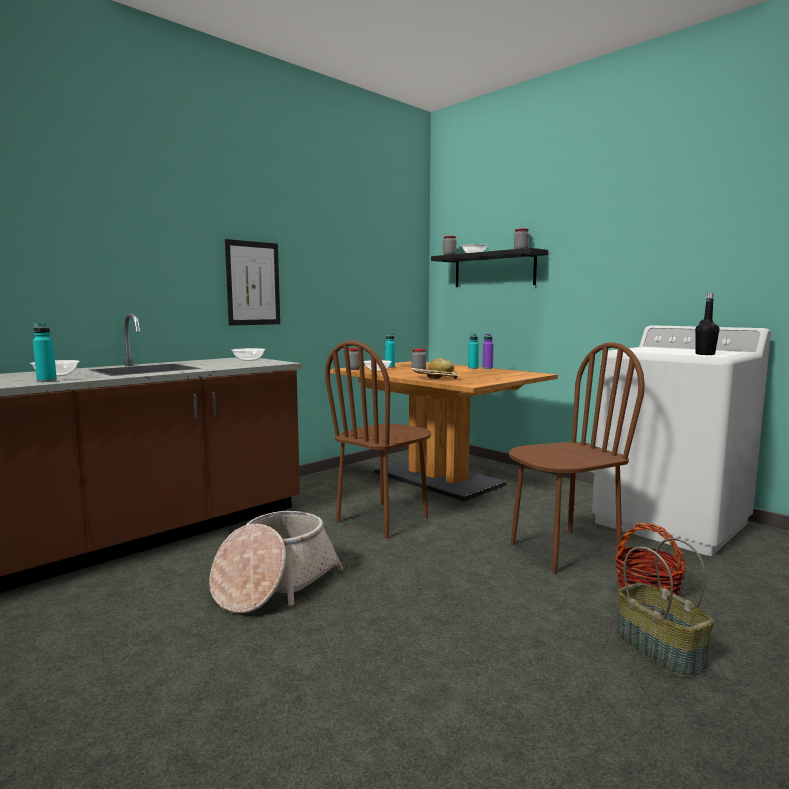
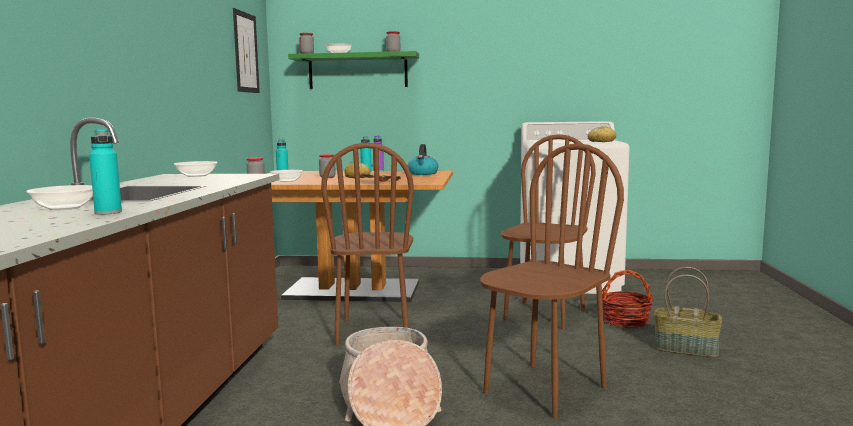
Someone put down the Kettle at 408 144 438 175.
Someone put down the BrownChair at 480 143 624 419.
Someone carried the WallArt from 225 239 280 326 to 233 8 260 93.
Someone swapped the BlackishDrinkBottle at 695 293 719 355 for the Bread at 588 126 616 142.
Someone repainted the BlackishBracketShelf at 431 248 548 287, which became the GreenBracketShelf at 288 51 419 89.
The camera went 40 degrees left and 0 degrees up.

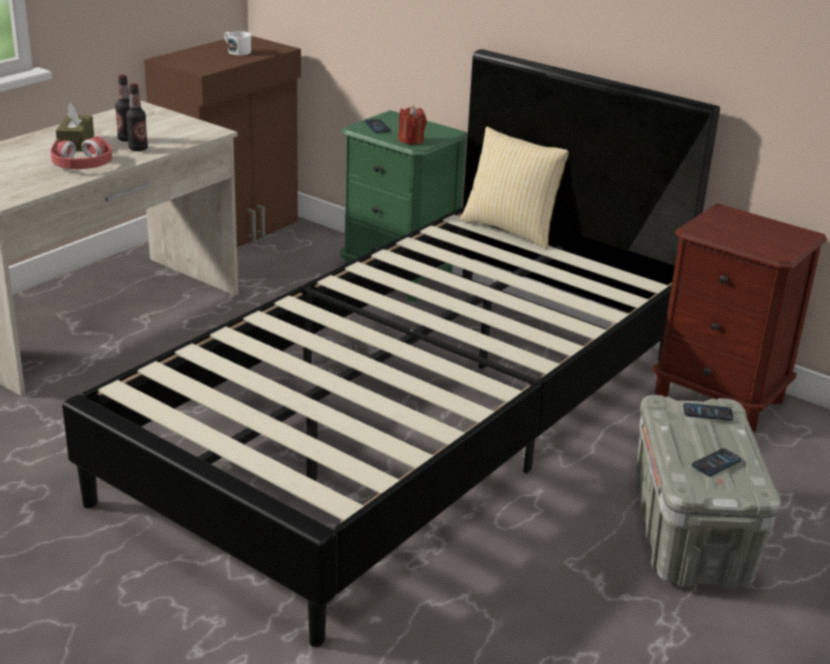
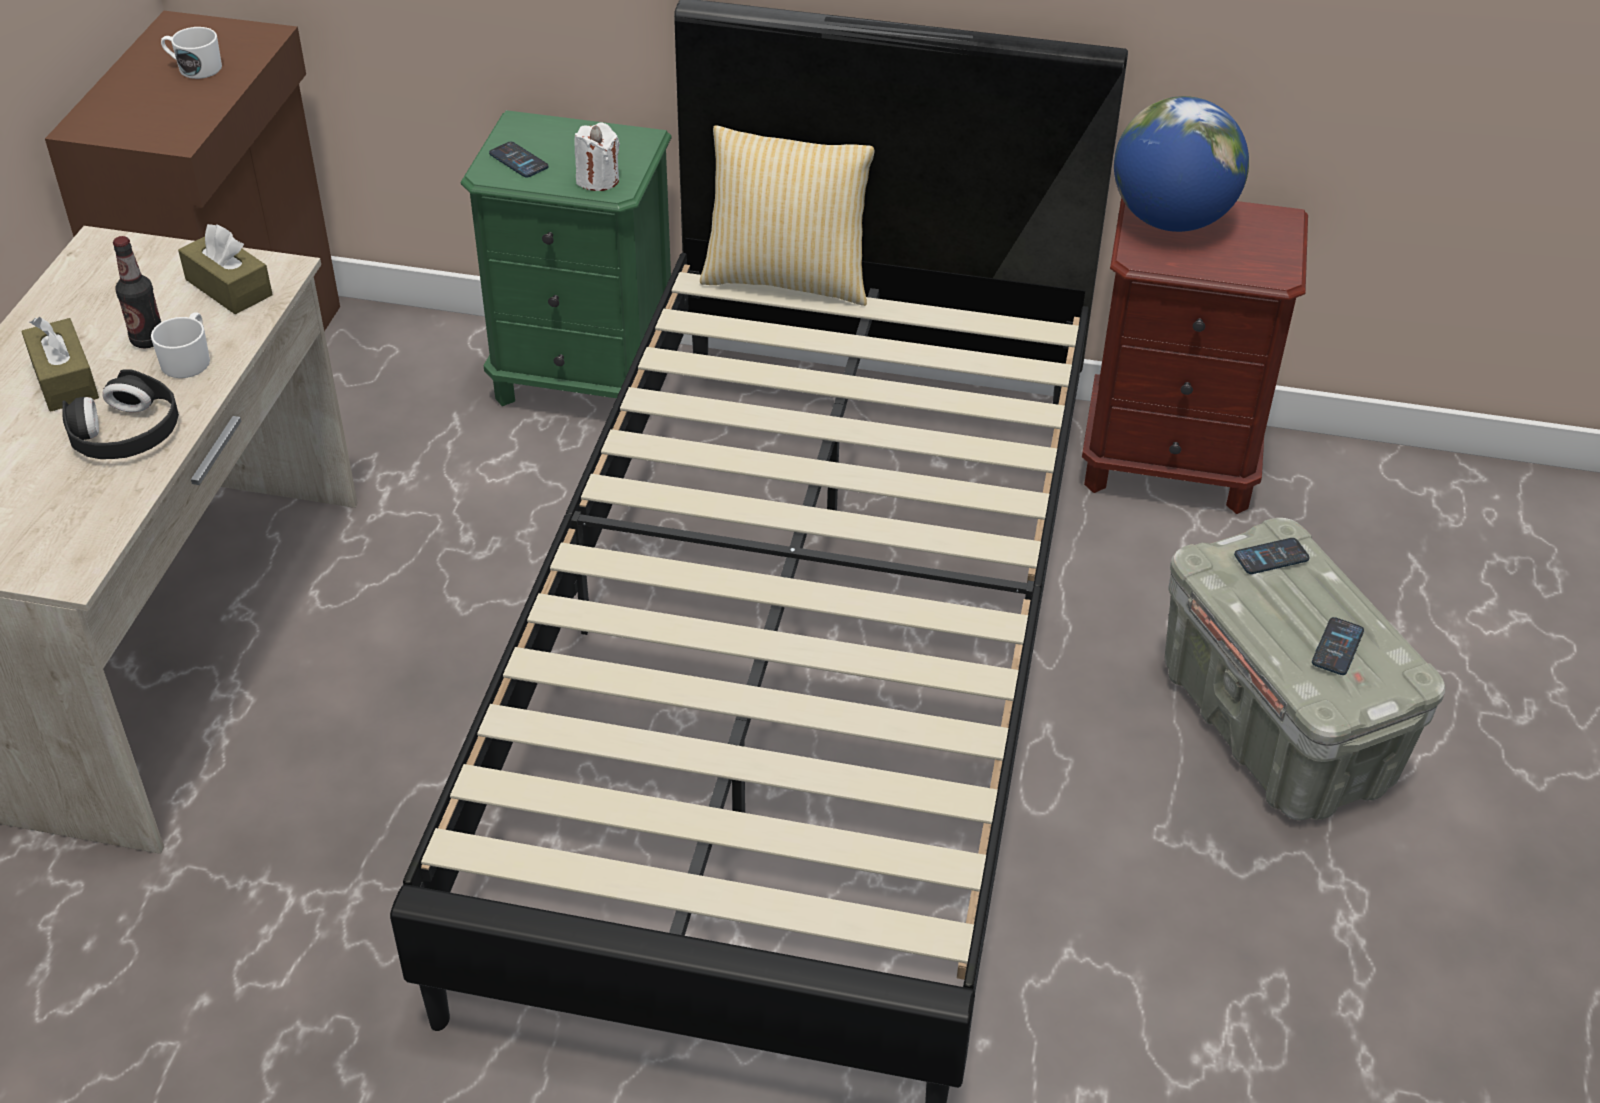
Someone put down the BrownTissueBox at 178 224 273 314.
Someone put down the WorldGlobe at 1114 96 1249 232.
Someone swapped the DrinkBottle at 126 83 148 151 for the WhiteColouredMug at 151 312 210 378.
Someone repainted the RedHeadphones at 51 136 112 169, which became the BlackishHeadphones at 62 370 179 459.
Someone repainted the RedWaxLight at 398 106 427 145, which became the WhiteColouredWaxLight at 575 122 620 191.
The camera went 25 degrees left and 15 degrees up.

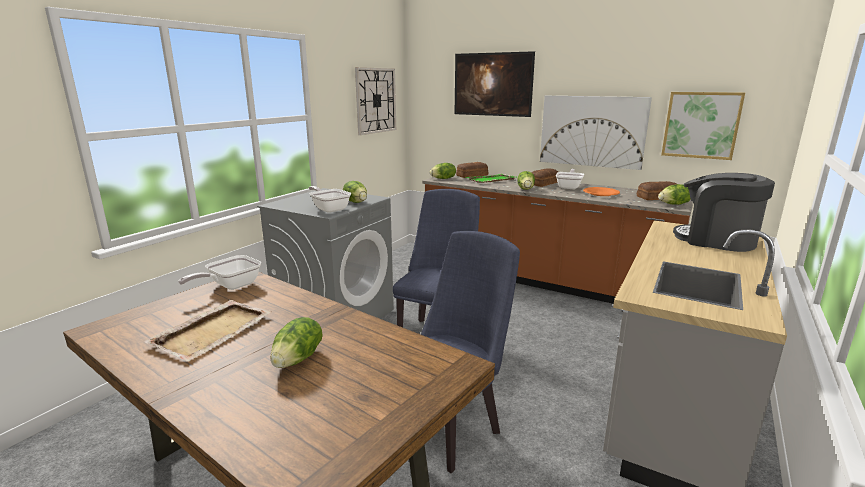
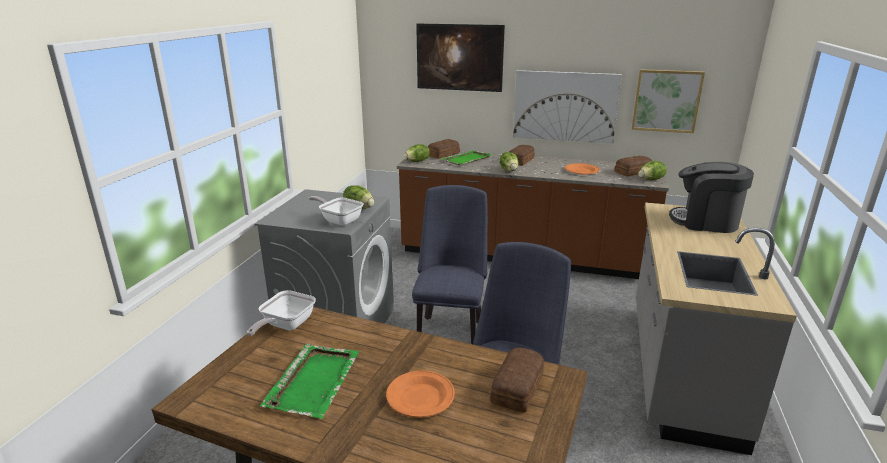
Someone took away the HangingClock at 355 67 396 135.
Someone took away the FryingPan at 556 169 584 189.
Someone put down the Bread at 490 348 544 412.
Someone swapped the HeadOfLettuce at 271 317 323 368 for the OrangeColouredFlatDish at 386 371 455 418.
Someone repainted the SandColouredServingTray at 144 300 271 361, which became the GreenServingTray at 260 344 359 419.
The camera went 15 degrees left and 5 degrees up.

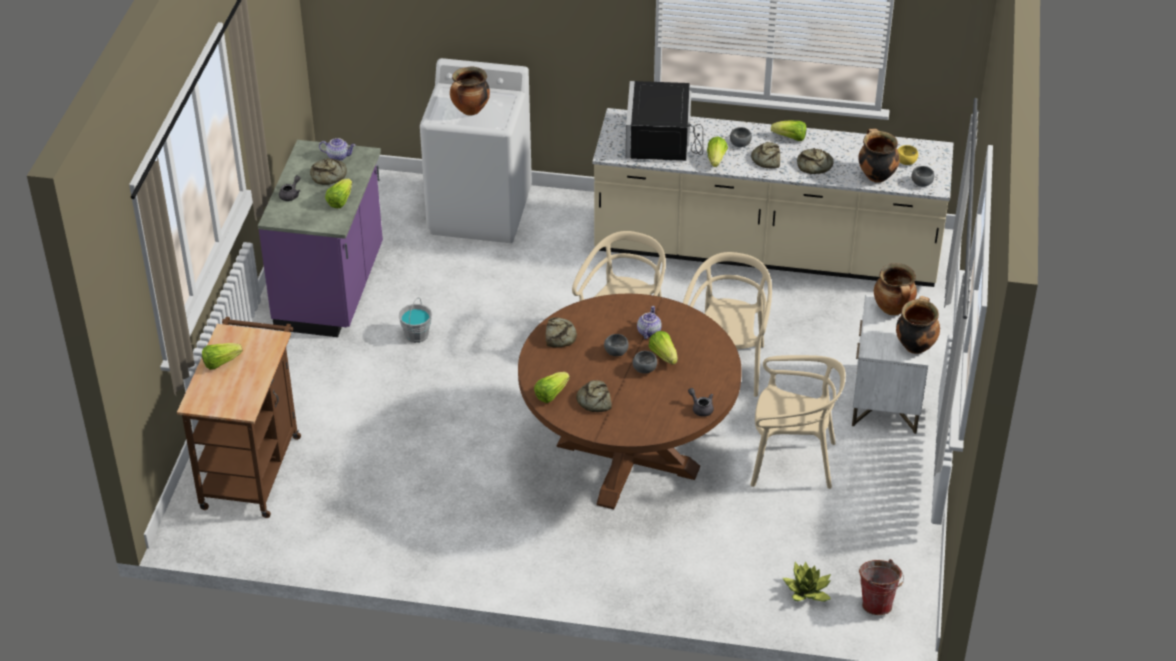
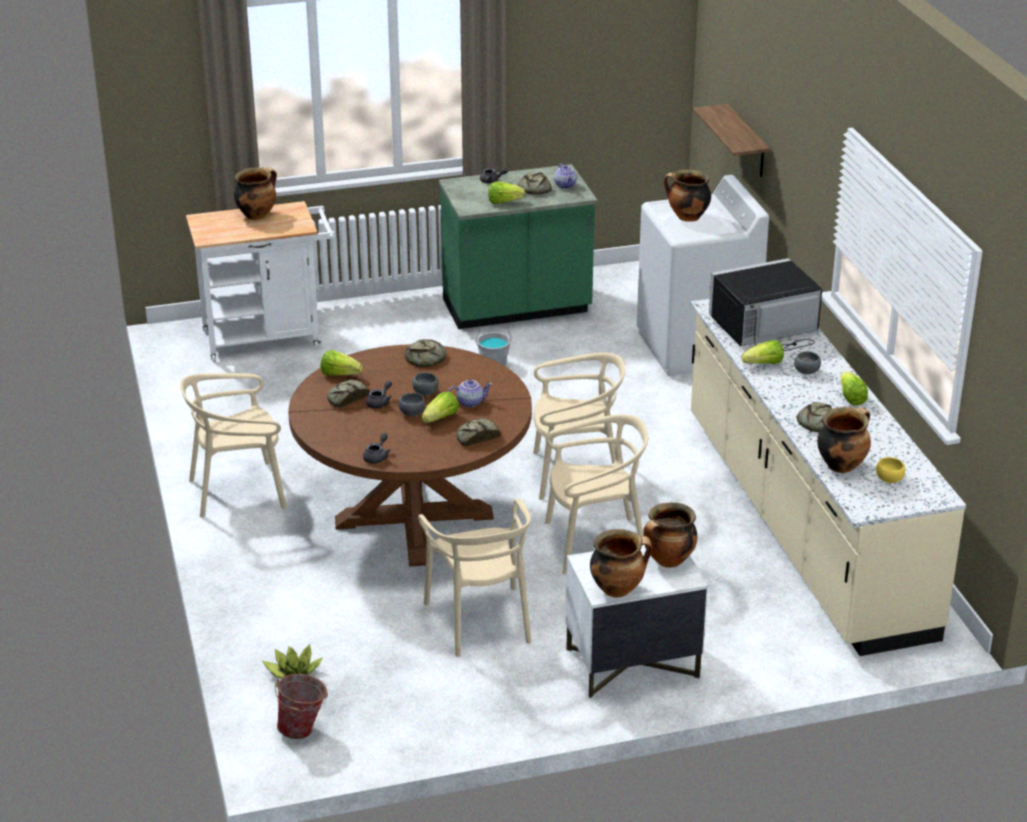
Someone took away the GreyishDeepDish at 911 166 934 187.
Someone put down the SandColouredChair at 180 373 287 518.
Someone put down the GreyishTeapot at 366 380 392 409.
Someone put up the BracketShelf at 693 104 770 177.
Someone carried the Bread from 751 142 780 169 to 456 418 501 446.
Someone swapped the HeadOfLettuce at 202 343 243 370 for the Stockpot at 234 167 277 220.
Someone repainted the BrownCart at 177 317 301 518, which became the WhiteColouredCart at 186 201 336 362.
Someone repainted the PurpleCounter at 258 140 383 337, which became the GreenCounter at 439 164 598 329.
The camera went 65 degrees right and 10 degrees down.

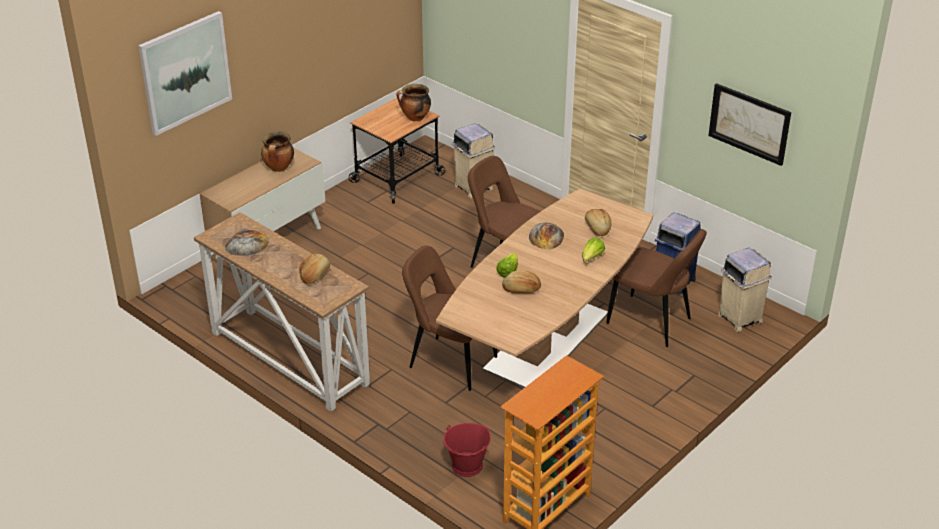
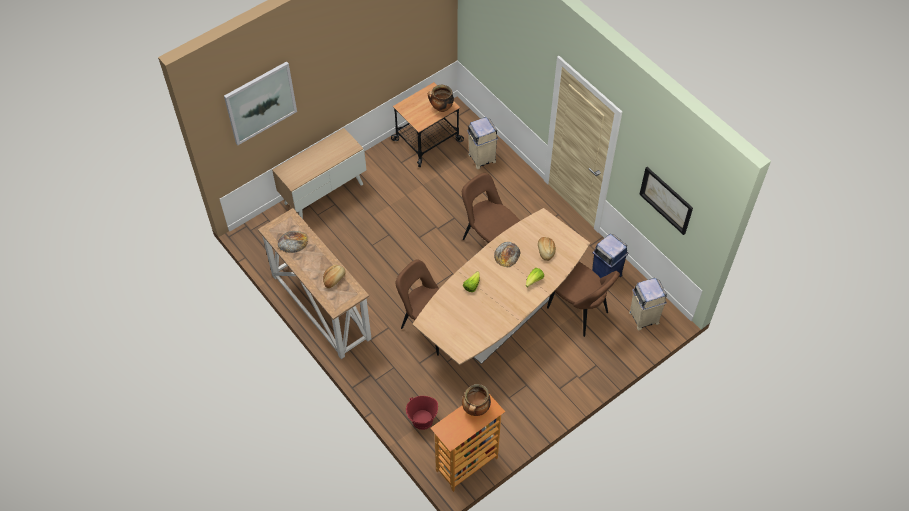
Someone took away the Bread at 502 270 541 293.
Someone carried the Stockpot from 261 131 294 172 to 462 384 491 416.
The camera went 10 degrees right and 20 degrees up.

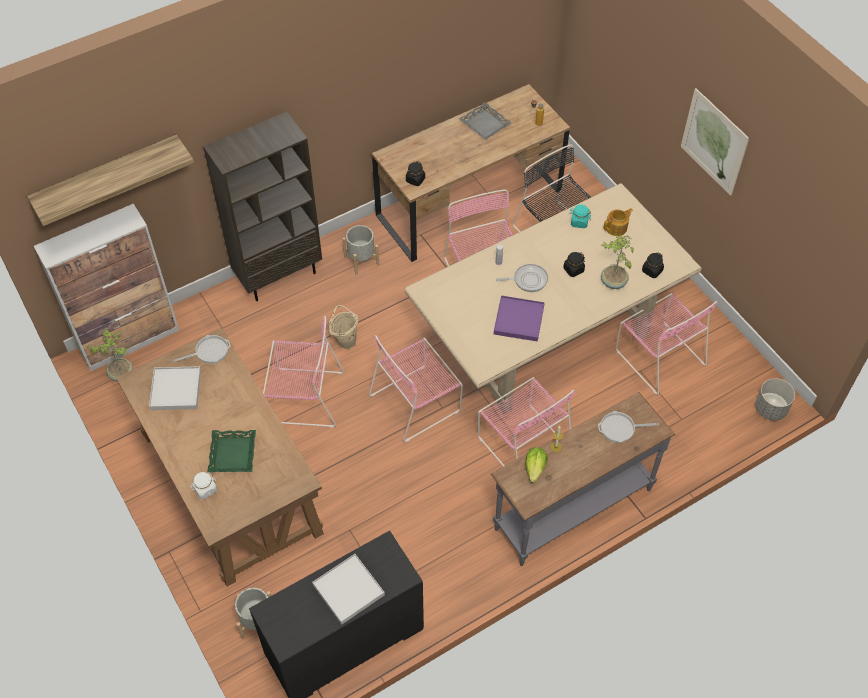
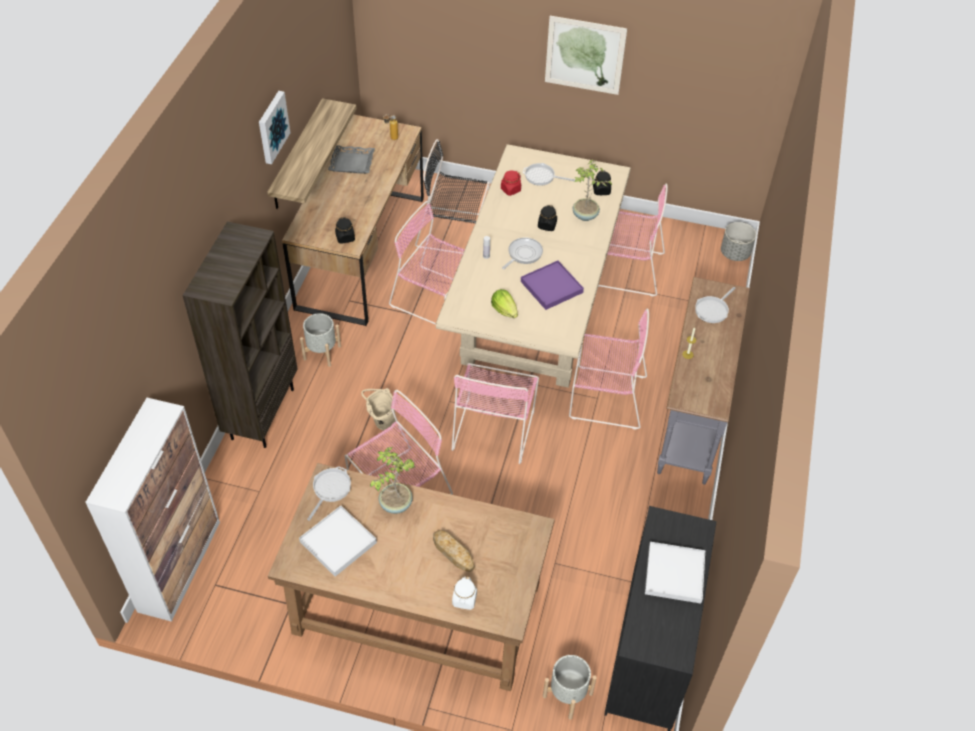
Someone put up the WallArt at 259 91 290 164.
Someone carried the BracketShelf from 27 135 194 226 to 267 98 357 209.
Someone carried the Houseplant from 87 329 133 382 to 370 447 415 514.
Someone carried the HeadOfLettuce from 525 447 548 483 to 491 289 518 318.
Someone swapped the GreenServingTray at 208 430 256 472 for the Bread at 433 530 474 572.
Someone swapped the Teapot at 603 208 633 236 for the FryingPan at 523 163 575 186.
Someone repainted the TurquoiseColouredJar at 570 204 591 228, which became the RedJar at 501 171 521 196.
The camera went 45 degrees left and 5 degrees down.

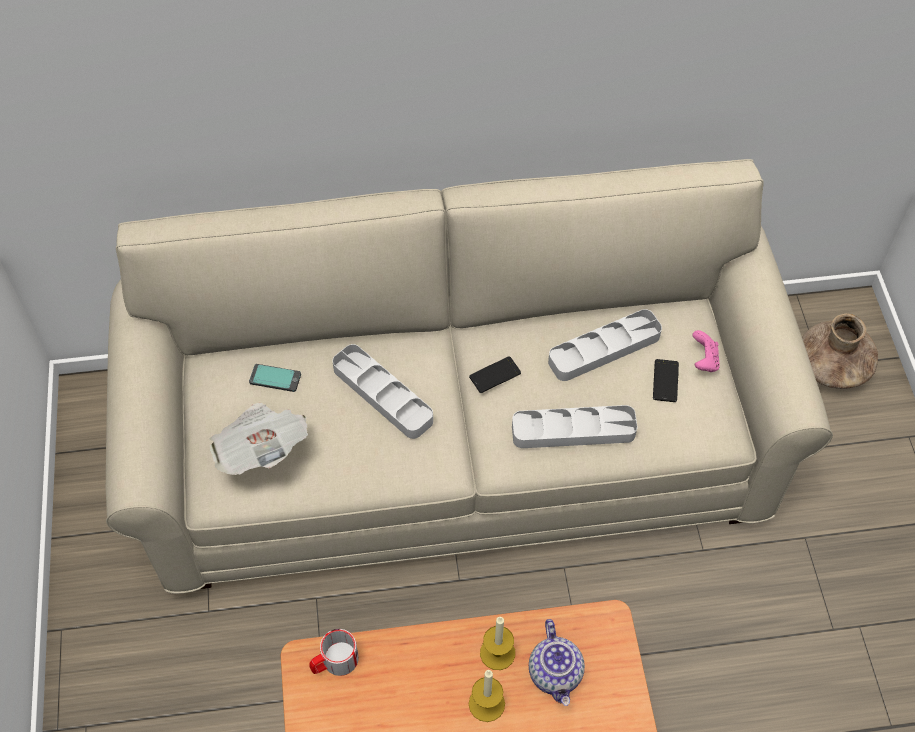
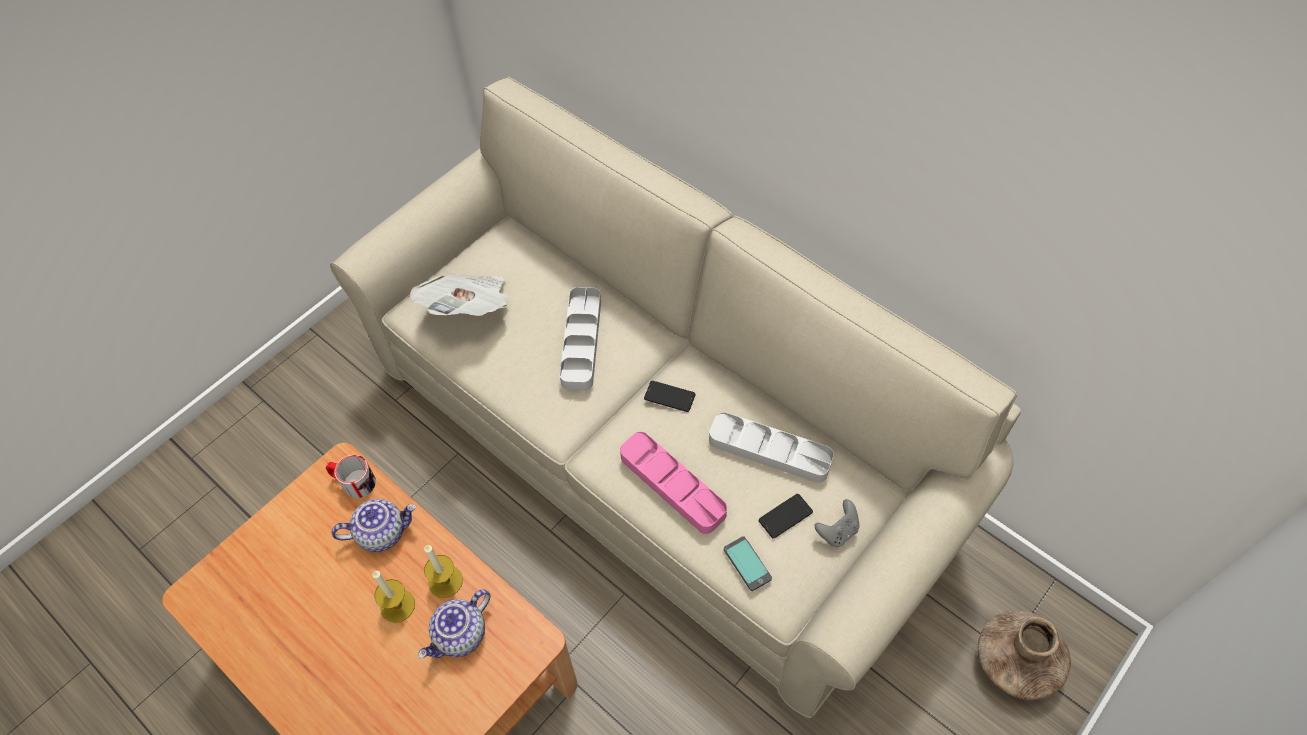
Someone put down the Teapot at 331 499 416 552.
Someone carried the Handset from 249 364 301 392 to 724 536 772 591.
Someone repainted the GreyishServingTray at 512 405 638 448, which became the PinkColouredServingTray at 620 432 727 534.
Someone repainted the PinkColouredJoypad at 692 330 720 372, which became the GreyishJoypad at 815 499 860 547.
The camera went 50 degrees right and 0 degrees up.

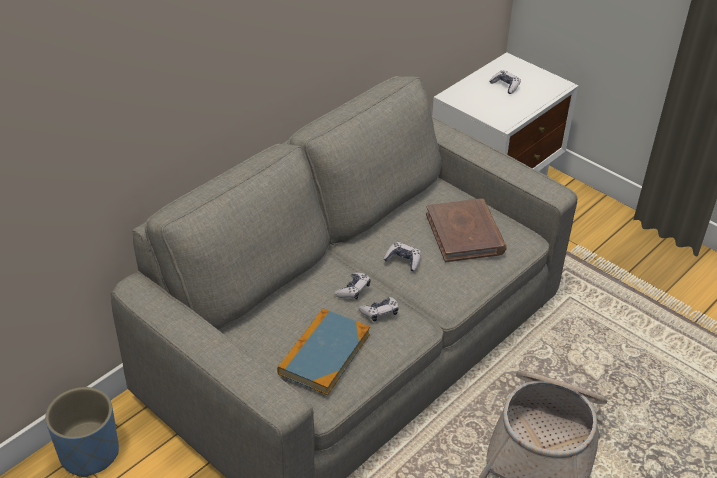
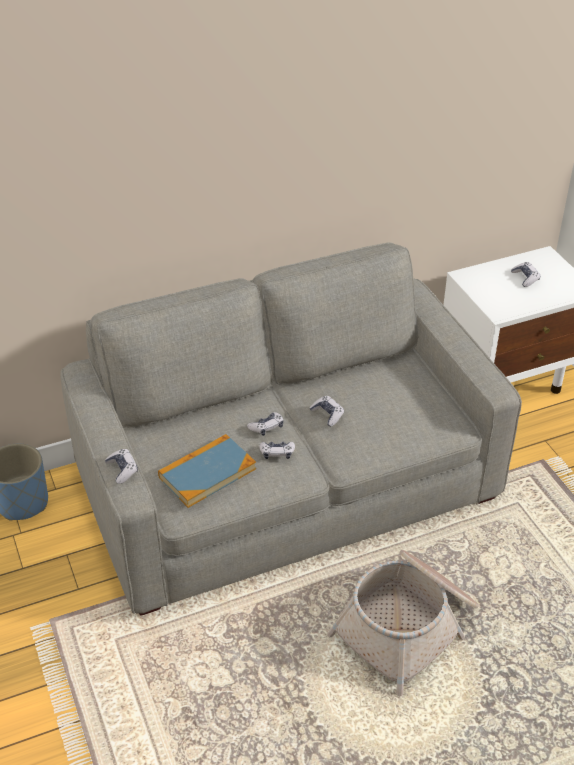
Someone took away the BrownBook at 426 198 507 262.
Someone put down the Joypad at 105 449 138 484.
The camera went 25 degrees right and 0 degrees up.

